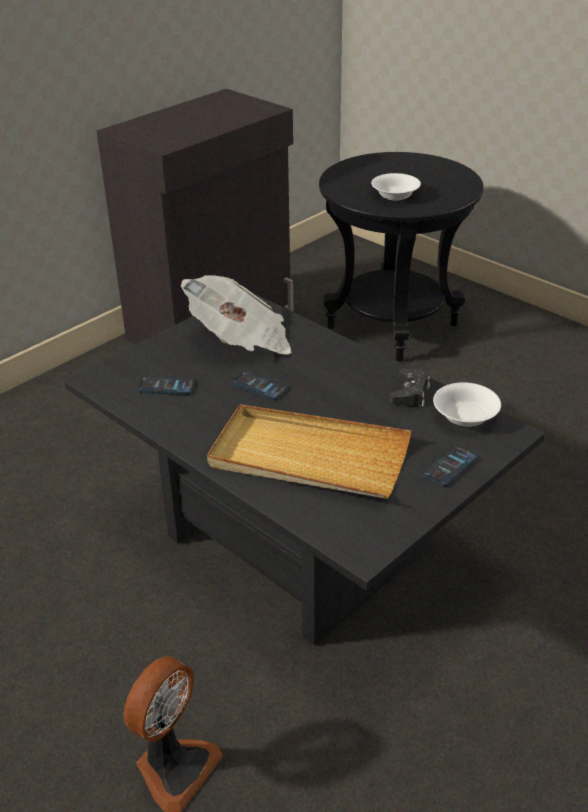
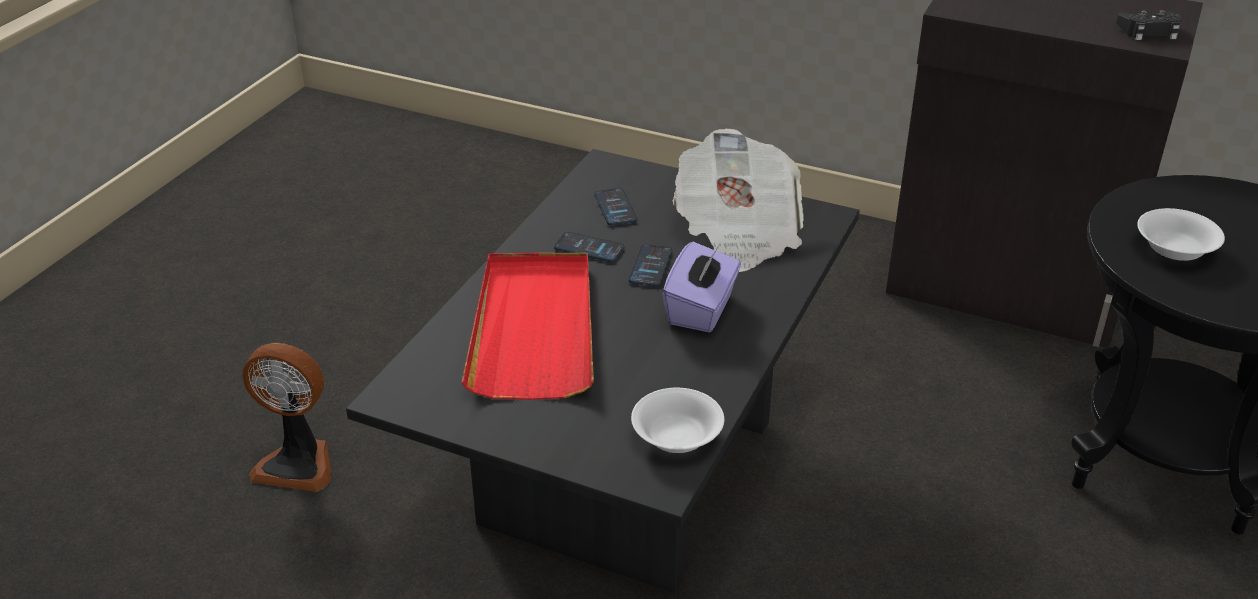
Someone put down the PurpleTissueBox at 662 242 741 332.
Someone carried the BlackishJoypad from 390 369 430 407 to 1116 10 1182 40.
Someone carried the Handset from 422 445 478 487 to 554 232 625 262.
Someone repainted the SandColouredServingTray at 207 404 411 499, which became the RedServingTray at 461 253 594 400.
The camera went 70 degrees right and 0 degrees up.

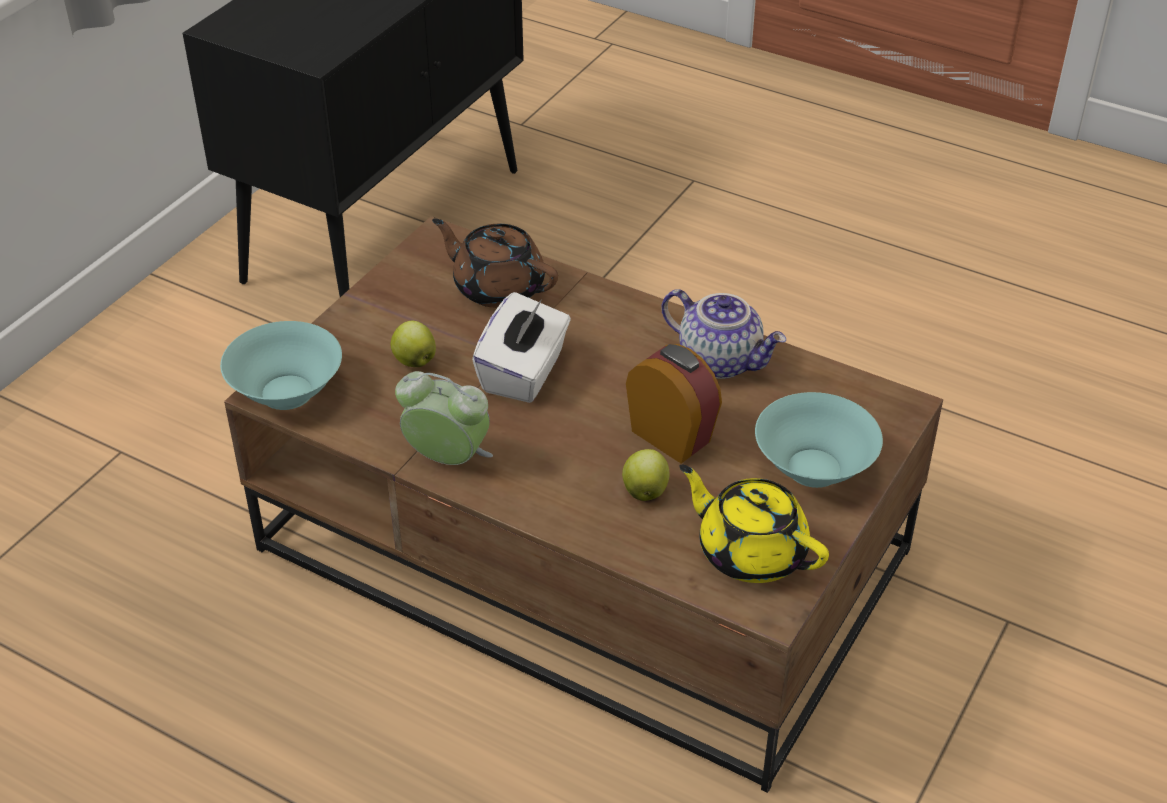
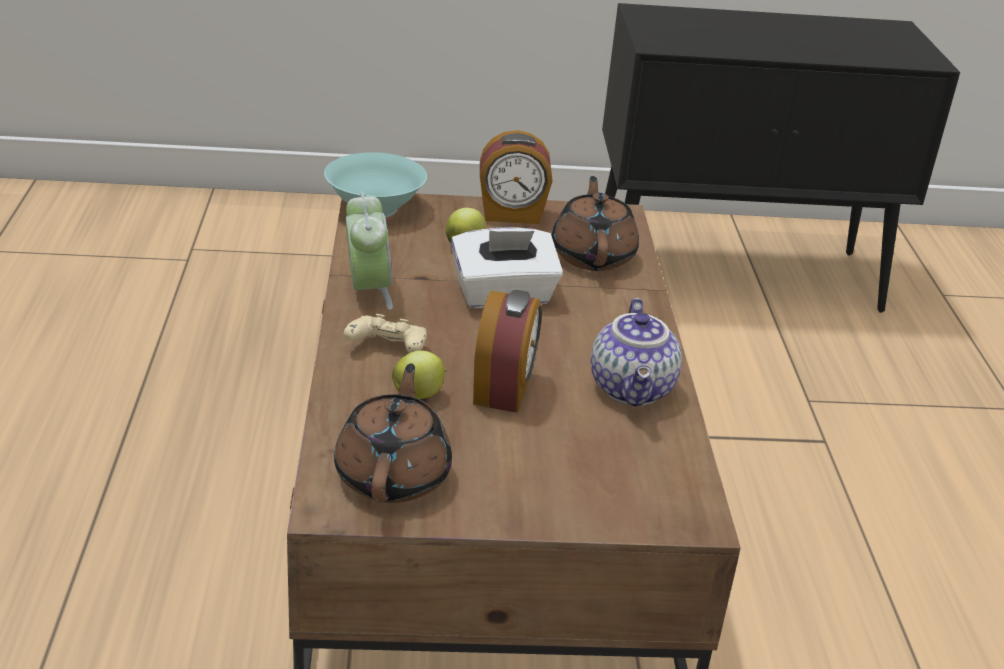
Someone took away the TurquoiseColouredDeepDish at 755 392 883 488.
Someone put down the SandColouredJoypad at 344 314 427 353.
Someone put down the TableClock at 480 130 552 224.
Someone repainted the YellowColouredTeapot at 679 465 829 583, which became the BrownTeapot at 334 363 452 503.
The camera went 55 degrees right and 10 degrees down.

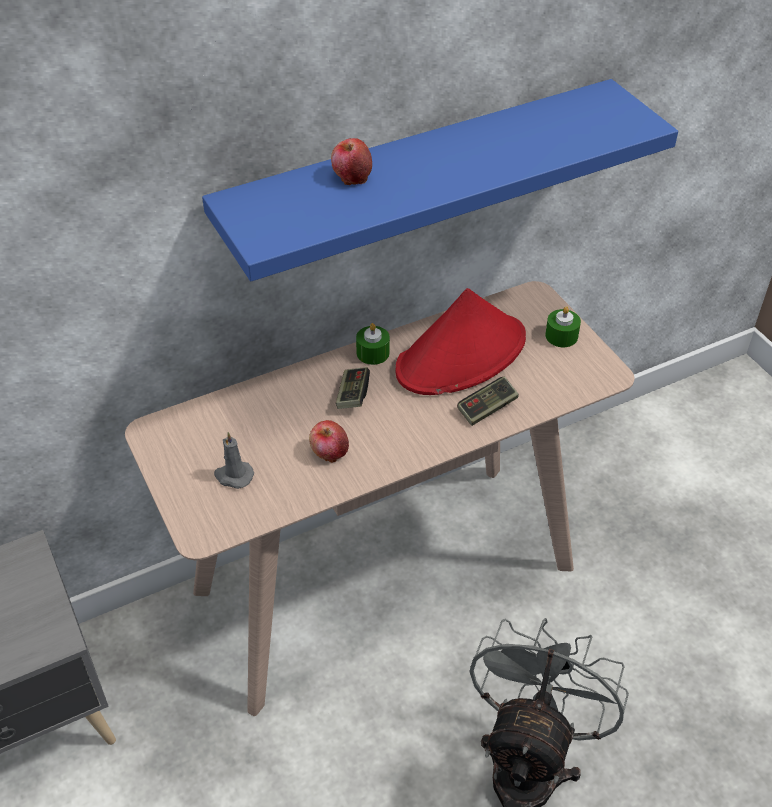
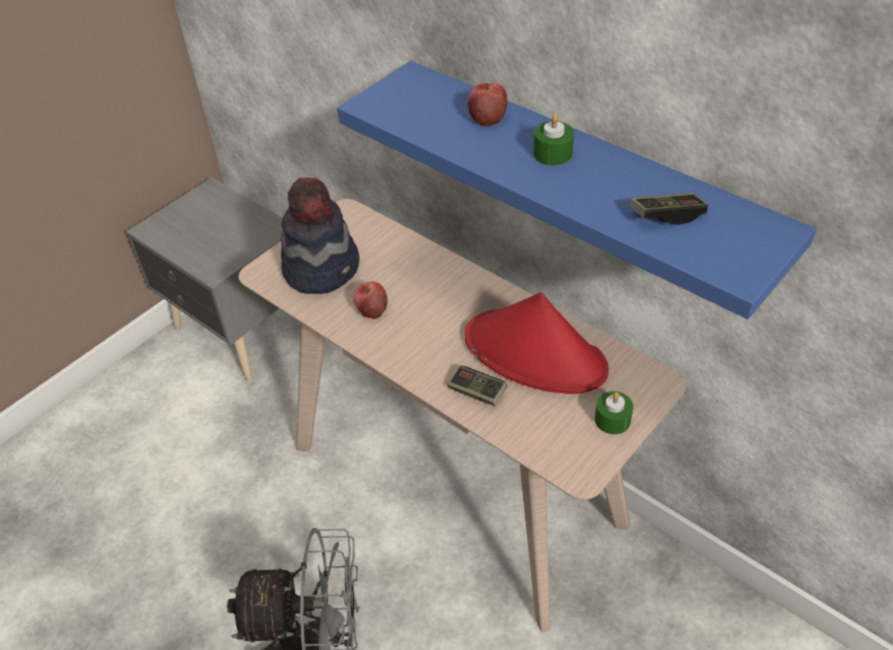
Someone carried the Joypad from 336 367 370 409 to 630 193 708 225.
Someone carried the GreenWaxLight from 356 323 390 365 to 533 114 574 166.
Someone swapped the GreyishWaxLight at 214 432 254 489 for the WearableHat at 281 177 359 294.
The camera went 70 degrees right and 0 degrees up.

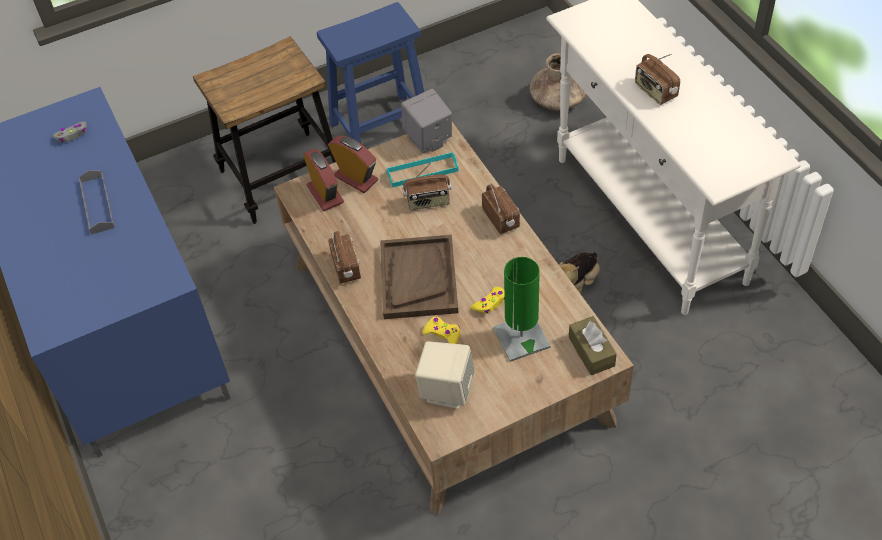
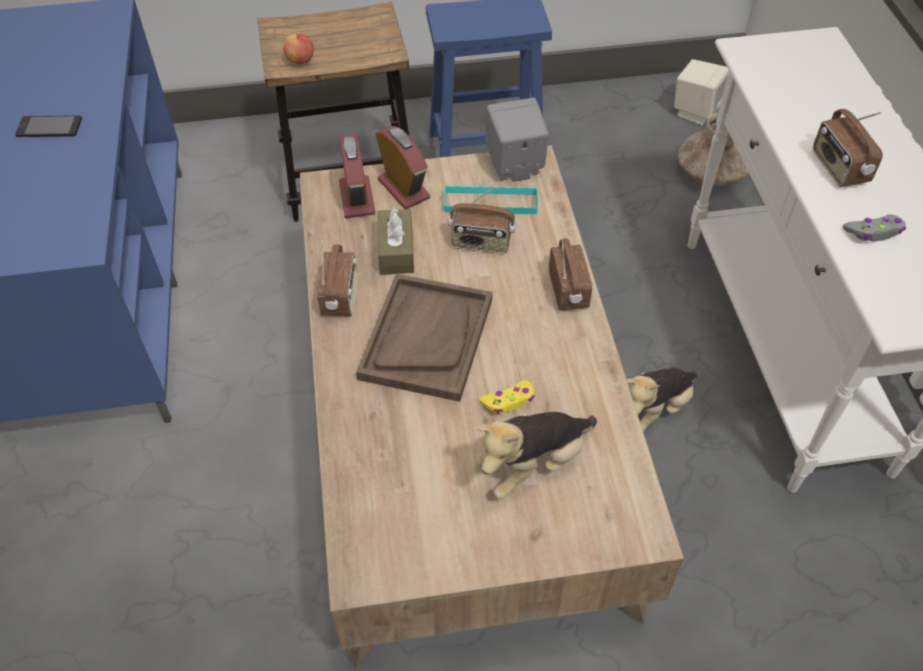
Someone took away the YellowColouredJoypad at 422 316 461 344.
Someone put down the WholeApple at 283 33 314 64.
Someone carried the GreyishJoypad from 52 121 87 142 to 843 214 906 242.
Someone carried the SandColouredLoudspeaker from 415 341 475 409 to 674 59 729 125.
Someone carried the BrownTissueBox from 569 316 617 375 to 377 207 414 275.
Someone swapped the GreyishServingTray at 79 170 115 235 for the Handset at 15 115 82 137.
Someone swapped the GreenTabletopLamp at 493 257 551 362 for the CuddlyToy at 475 412 597 499.
The camera went 15 degrees right and 0 degrees up.

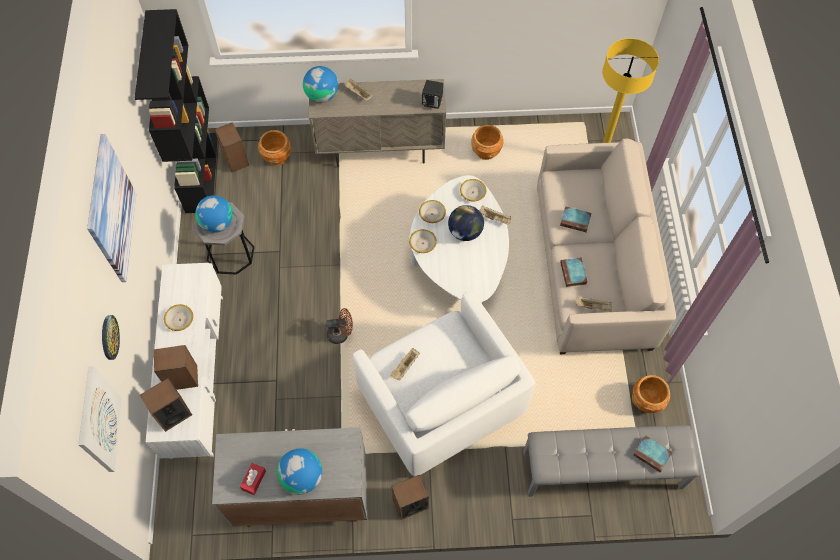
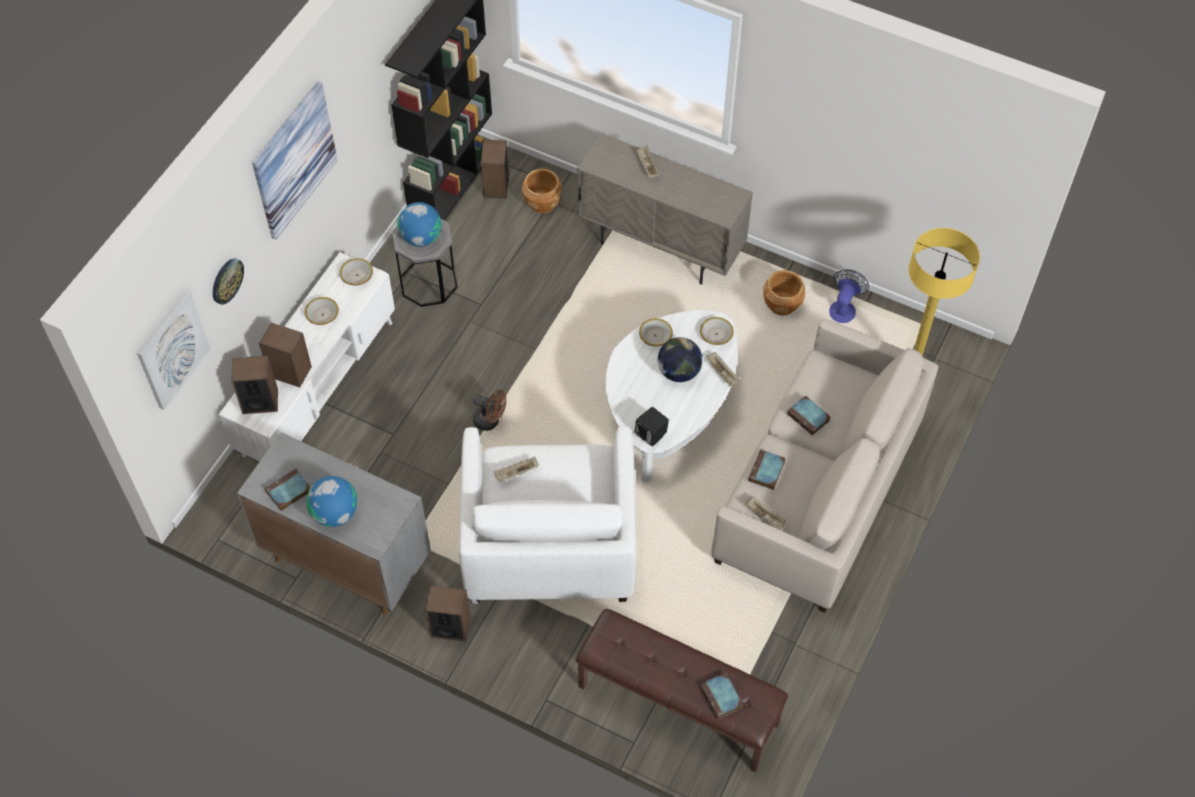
Someone took away the WorldGlobe at 303 66 338 103.
Someone took away the BrownPlantPot at 632 375 670 413.
Someone put down the Fan at 829 269 869 323.
Someone carried the DeepDish from 409 229 437 253 to 340 258 373 285.
Someone carried the BlackishLoudspeaker from 422 80 443 109 to 634 407 669 446.
Someone swapped the RedTissueBox at 240 463 266 495 for the Book at 265 469 311 511.
Someone repainted the GreyishBench at 524 425 700 497, which became the BrownBench at 576 609 788 772.
The camera went 30 degrees right and 5 degrees down.

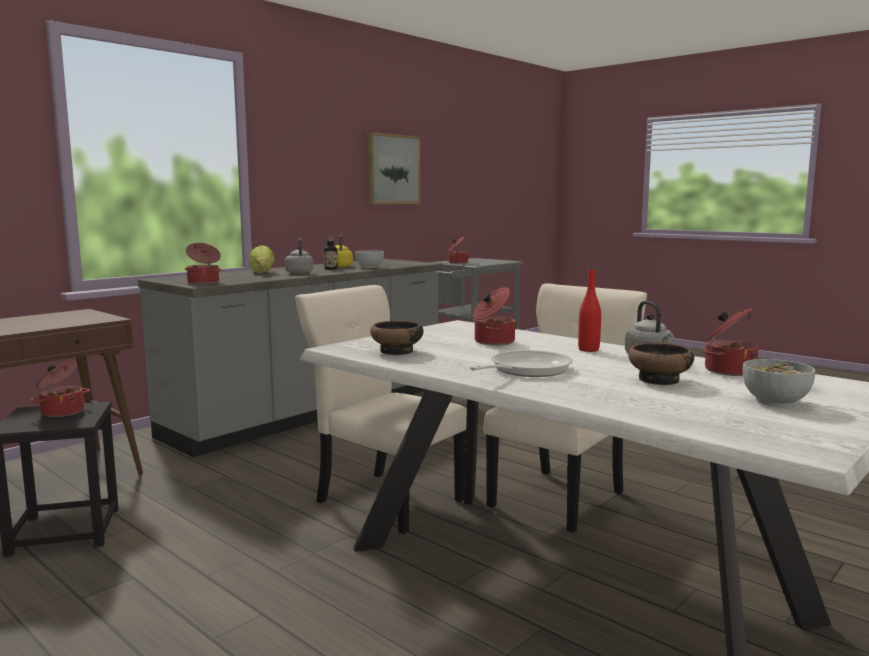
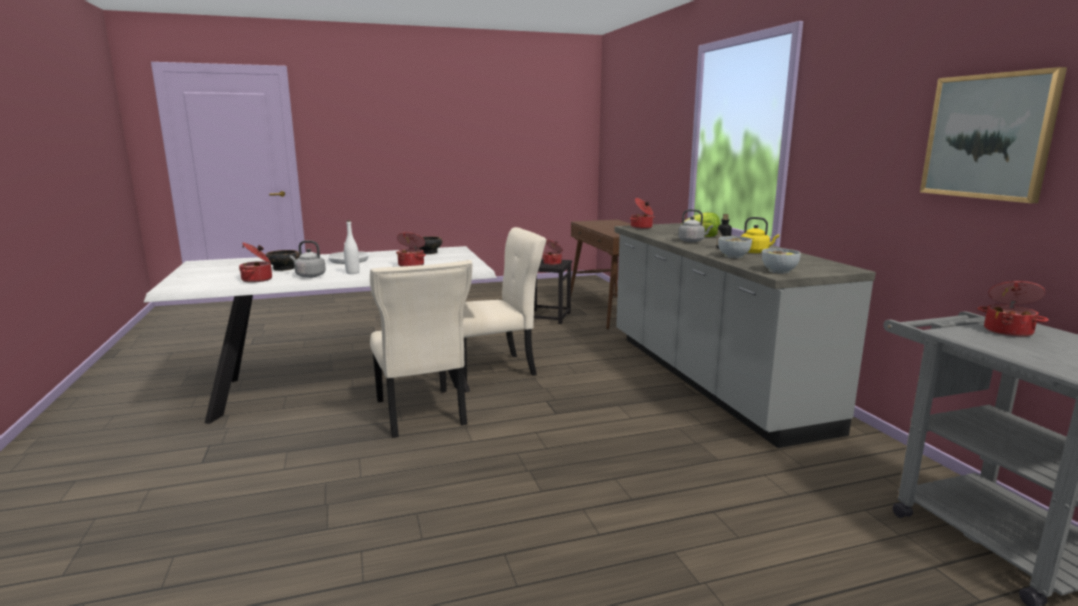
Someone carried the DeepDish from 743 359 816 407 to 762 248 801 274.
Someone repainted the RedDrinkBottle at 578 268 601 352, which became the WhiteColouredDrinkBottle at 344 220 360 274.
The camera went 120 degrees right and 5 degrees up.

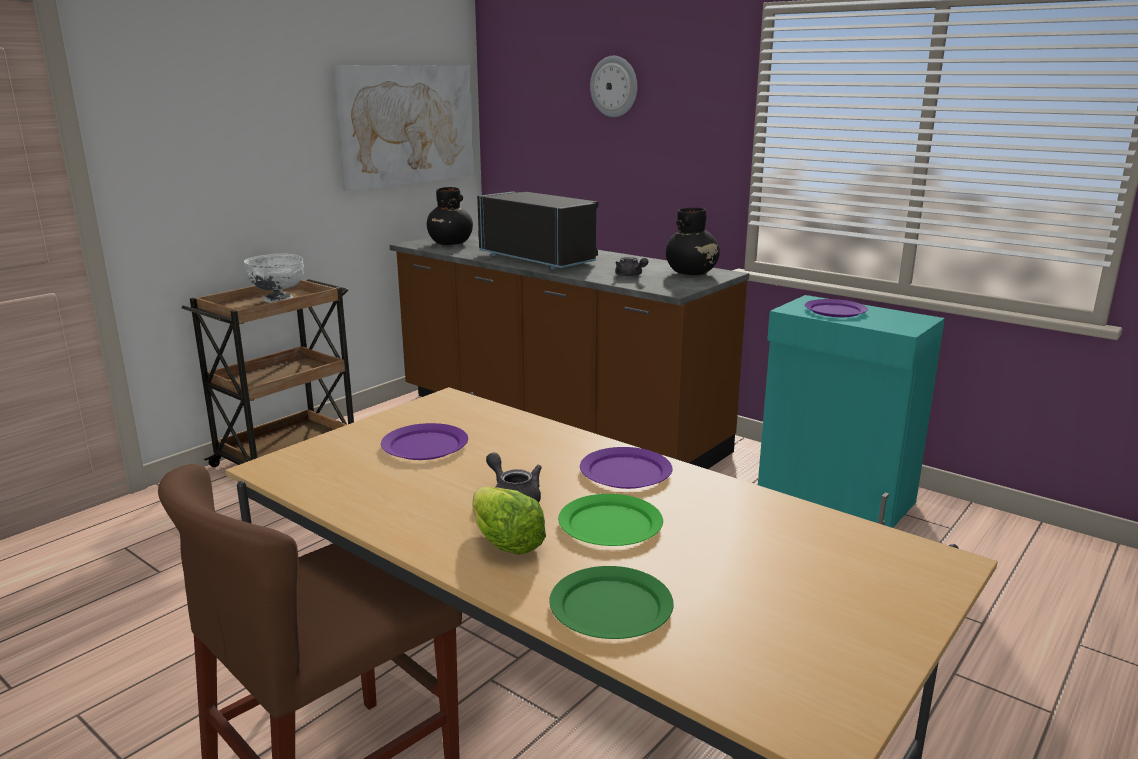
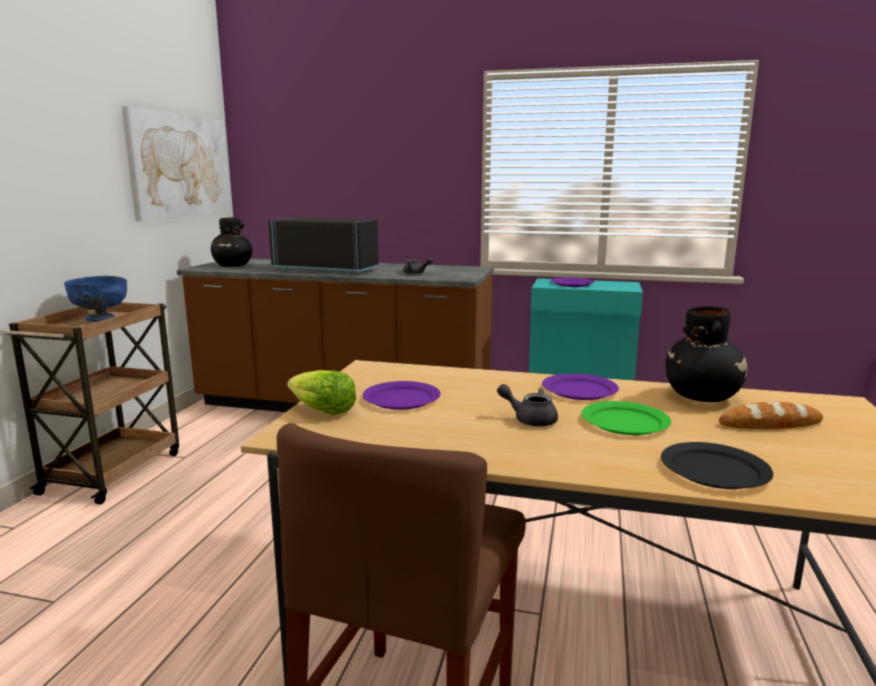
Someone took away the HangingClock at 590 56 638 117.
Someone put down the Bread at 719 402 823 429.
Someone carried the HeadOfLettuce from 472 487 546 555 to 287 370 356 415.
Someone carried the BlackishFlowerVase from 666 208 720 275 to 665 306 748 402.
Someone repainted the WhiteColouredDeepDish at 244 254 304 303, which became the BlueColouredDeepDish at 64 276 127 322.
Someone repainted the GreenFlatDish at 549 566 674 639, which became the BlackishFlatDish at 661 442 773 489.
The camera went 25 degrees left and 5 degrees down.

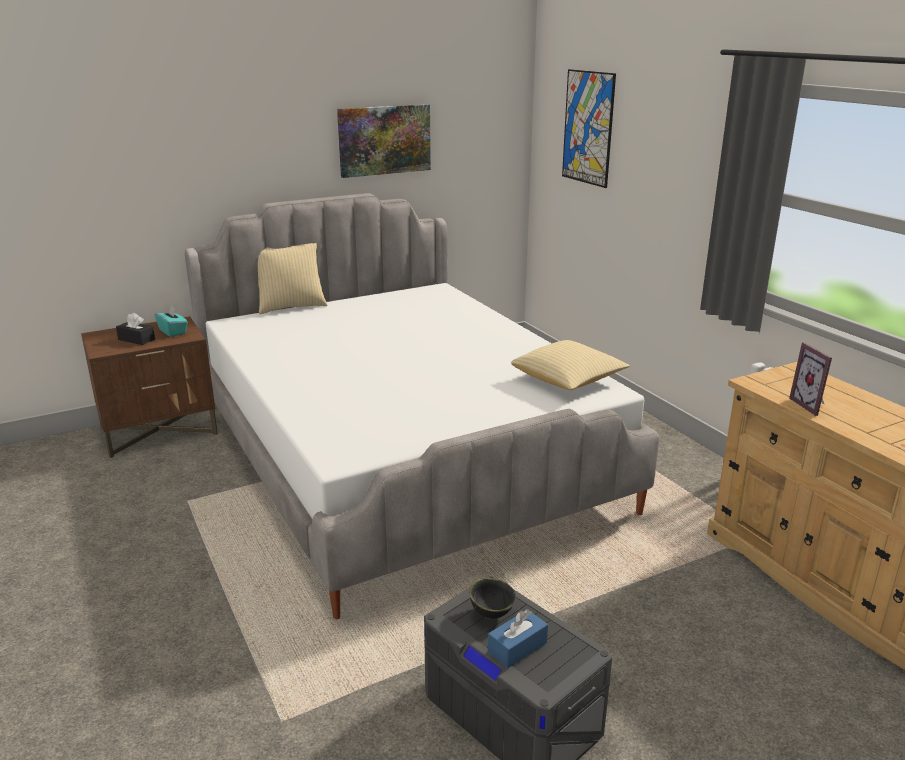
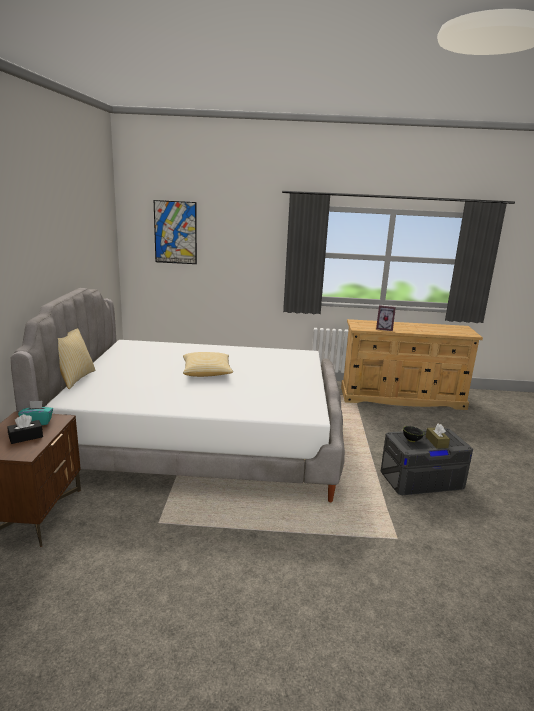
Someone took away the WallArt at 337 104 431 178.
Someone carried the ThrowPillow from 511 340 630 390 to 183 352 233 377.
Someone repainted the BlueColouredTissueBox at 488 609 548 668, which became the BrownTissueBox at 426 424 450 449.
The camera went 60 degrees left and 5 degrees down.

